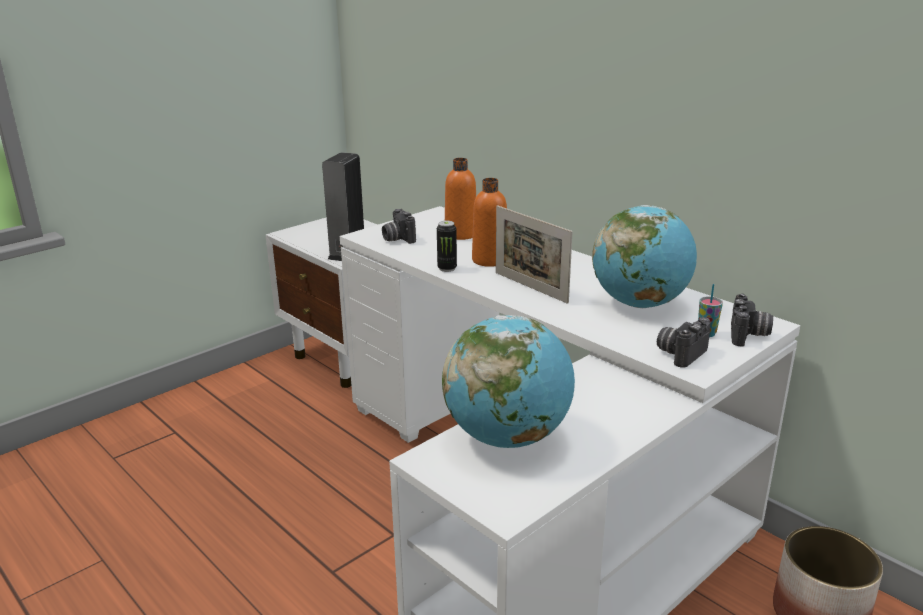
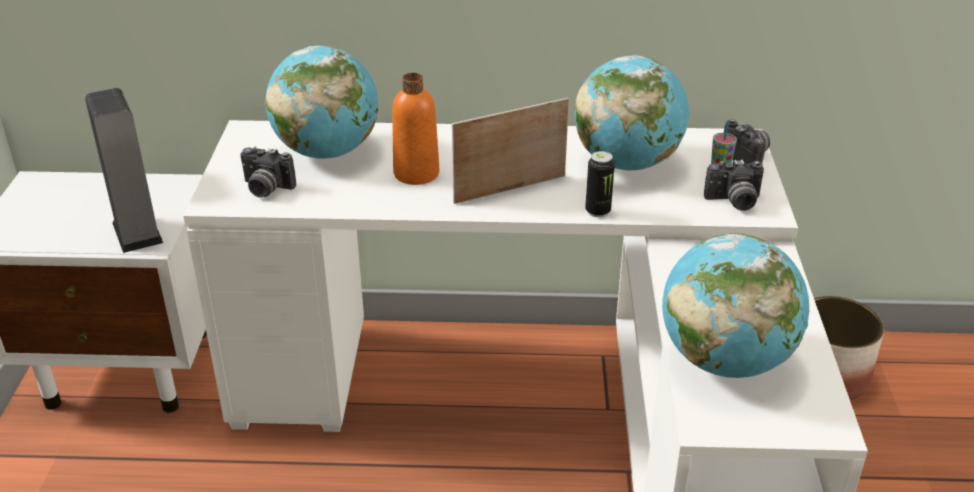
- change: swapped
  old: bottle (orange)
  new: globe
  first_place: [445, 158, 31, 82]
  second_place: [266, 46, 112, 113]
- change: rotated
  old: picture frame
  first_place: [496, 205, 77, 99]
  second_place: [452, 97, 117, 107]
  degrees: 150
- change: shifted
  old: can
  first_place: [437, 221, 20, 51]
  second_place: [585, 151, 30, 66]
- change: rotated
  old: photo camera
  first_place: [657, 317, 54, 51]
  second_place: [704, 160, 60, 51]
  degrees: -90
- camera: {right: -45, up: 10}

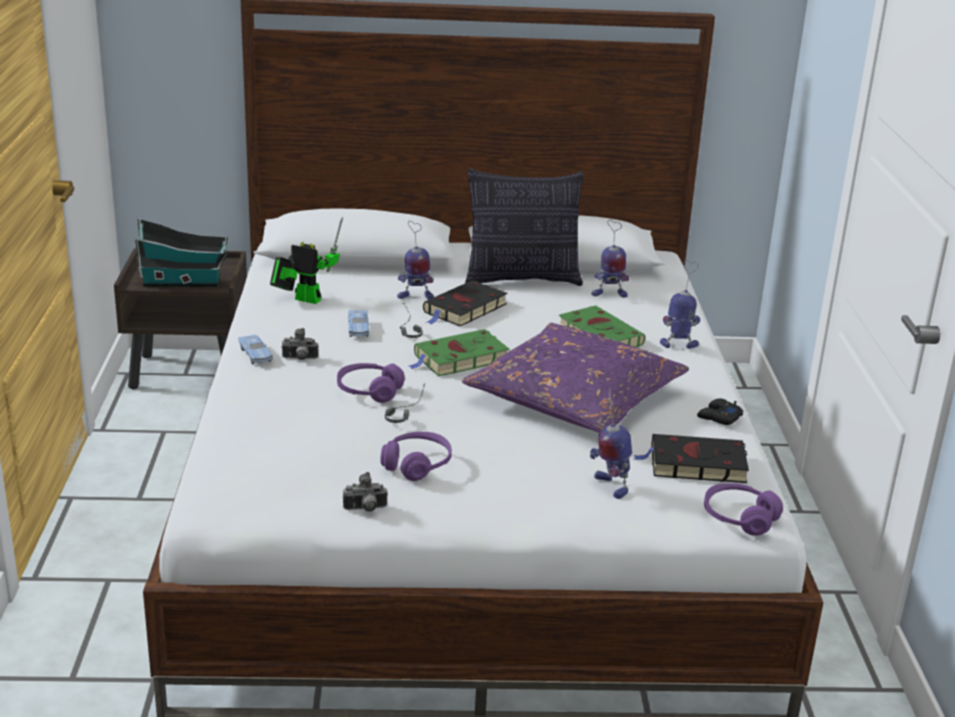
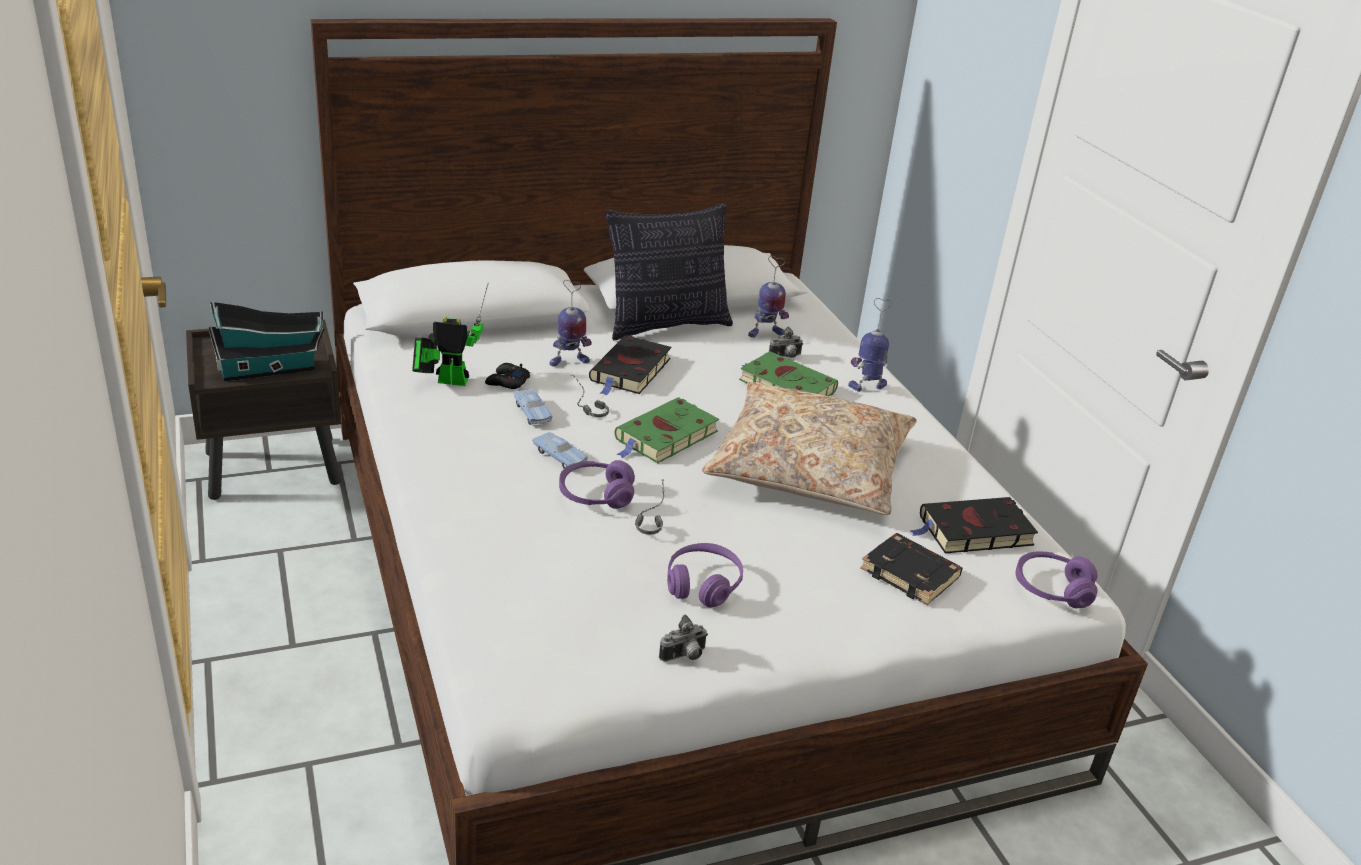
- change: shifted
  old: game controller (black)
  first_place: [697, 398, 47, 27]
  second_place: [485, 363, 45, 26]
- change: shifted
  old: toy car (blue)
  first_place: [238, 334, 35, 30]
  second_place: [532, 432, 56, 37]
- change: repainted
  old: pillow (purple)
  new: pillow (beige)
  first_place: [462, 323, 227, 110]
  second_place: [702, 382, 215, 133]
- change: shifted
  old: photo camera
  first_place: [281, 328, 38, 32]
  second_place: [769, 327, 34, 31]
- change: swapped
  old: toy robot
  new: book (black)
  first_place: [590, 389, 42, 110]
  second_place: [860, 533, 103, 72]
- camera: {right: -20, up: 5}

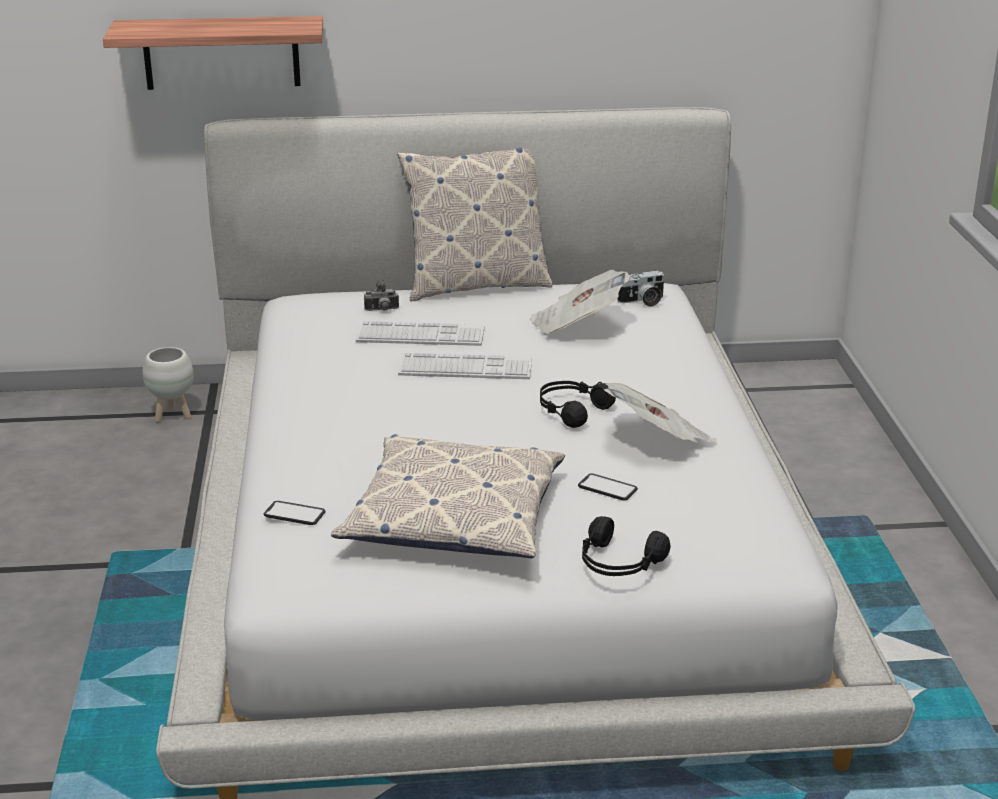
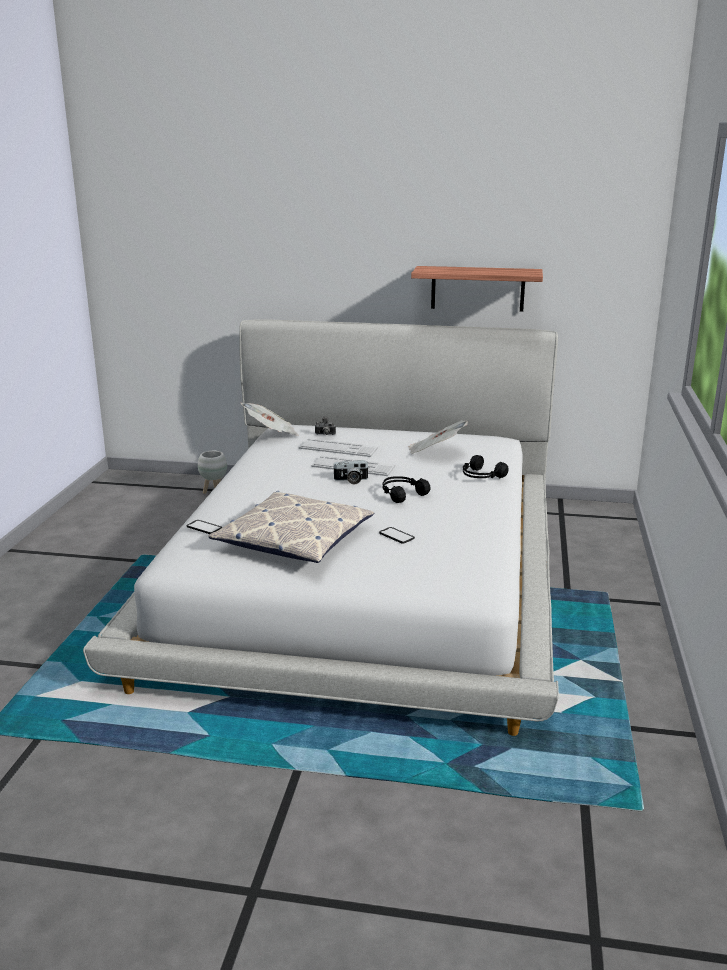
- change: shifted
  old: newspaper
  first_place: [603, 383, 114, 60]
  second_place: [241, 403, 58, 33]
- change: shifted
  old: photo camera
  first_place: [617, 270, 48, 37]
  second_place: [332, 460, 37, 24]
- change: shifted
  old: shelf
  first_place: [103, 16, 220, 74]
  second_place: [411, 266, 132, 46]
- change: shifted
  old: headphones (black)
  first_place: [582, 516, 88, 60]
  second_place: [463, 455, 46, 23]
- change: gone
  old: pillow
  first_place: [397, 147, 155, 154]
- camera: {right: 15, up: -5}

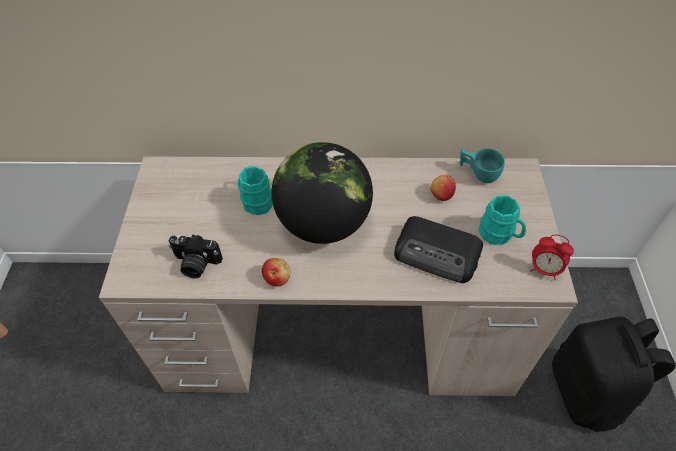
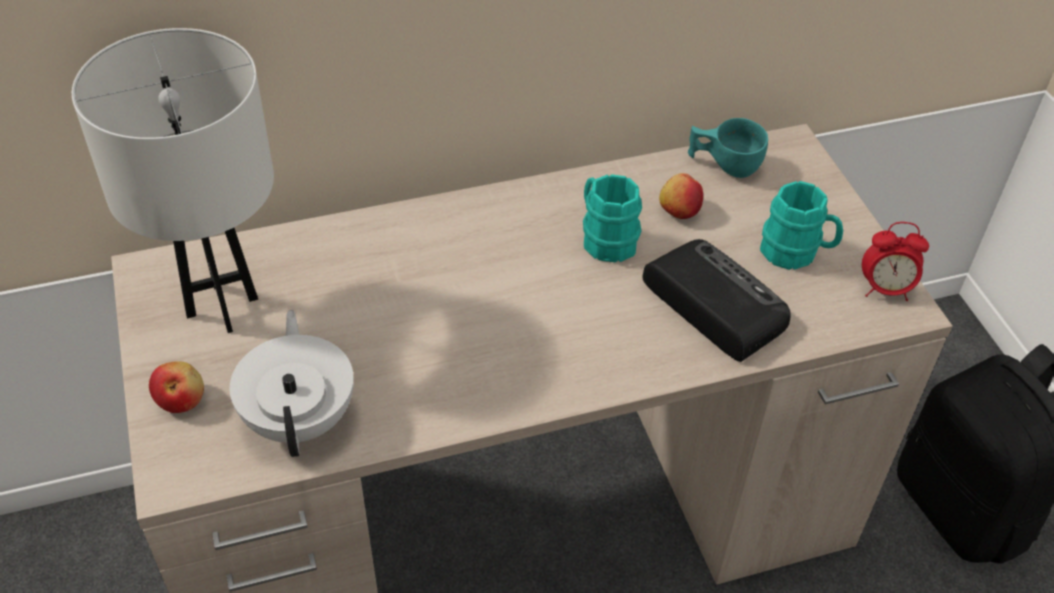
- change: new
  new: table lamp (white)
  second_place: [72, 28, 202, 305]
- change: shifted
  old: apple
  first_place: [262, 258, 28, 29]
  second_place: [149, 361, 55, 52]
- change: swapped
  old: photo camera
  new: teapot (white)
  first_place: [168, 234, 55, 44]
  second_place: [230, 310, 124, 147]
- change: shifted
  old: mug (turquoise)
  first_place: [238, 165, 35, 50]
  second_place: [583, 174, 59, 88]
- change: rotated
  old: radio
  first_place: [394, 216, 89, 67]
  second_place: [642, 239, 149, 123]
  degrees: -135
- change: gone
  old: globe
  first_place: [272, 142, 101, 102]
- camera: {right: -20, up: -5}

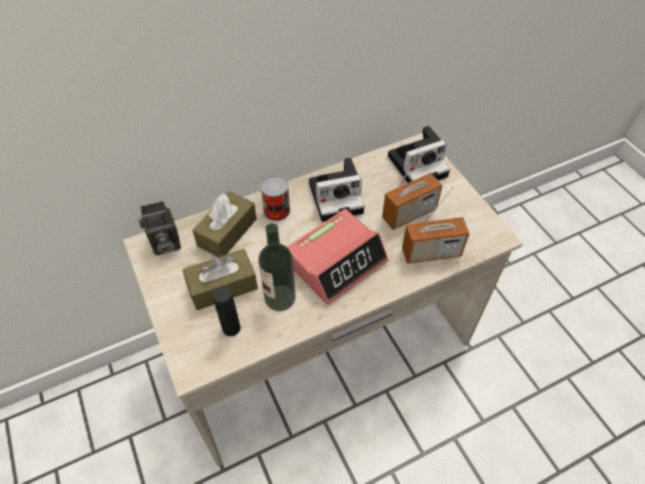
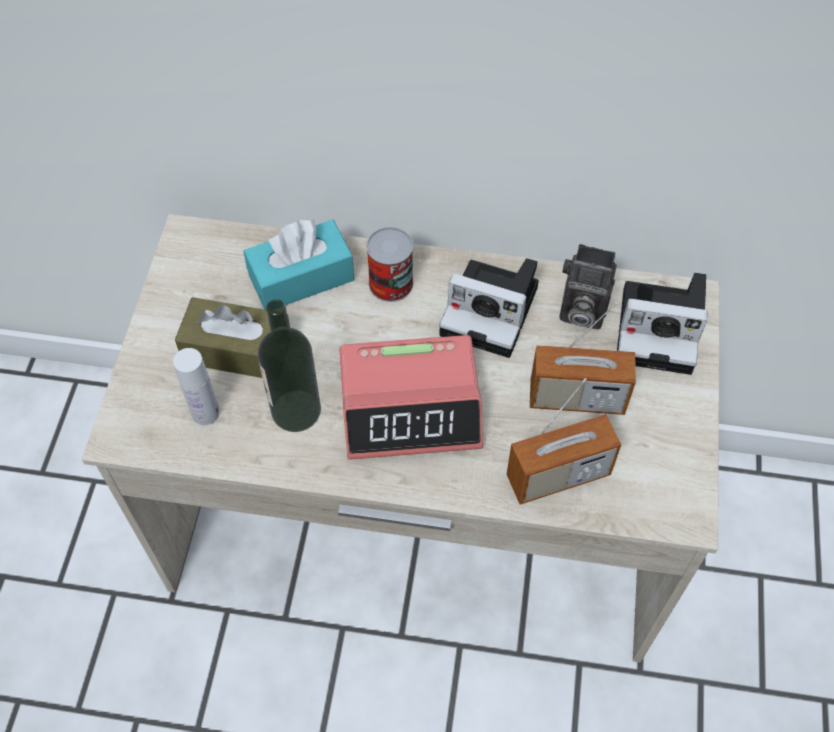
- change: repainted
  old: bottle (black)
  new: bottle (white)
  first_place: [213, 286, 27, 50]
  second_place: [173, 348, 47, 77]
- change: repainted
  old: tissue box (brown)
  new: tissue box (turquoise)
  first_place: [192, 191, 65, 66]
  second_place: [244, 218, 110, 92]
- change: rotated
  old: radio
  first_place: [402, 187, 67, 77]
  second_place: [507, 378, 114, 127]
  degrees: -45
- change: shifted
  old: photo camera
  first_place: [139, 201, 42, 54]
  second_place: [560, 244, 57, 86]
- camera: {right: 35, up: 5}

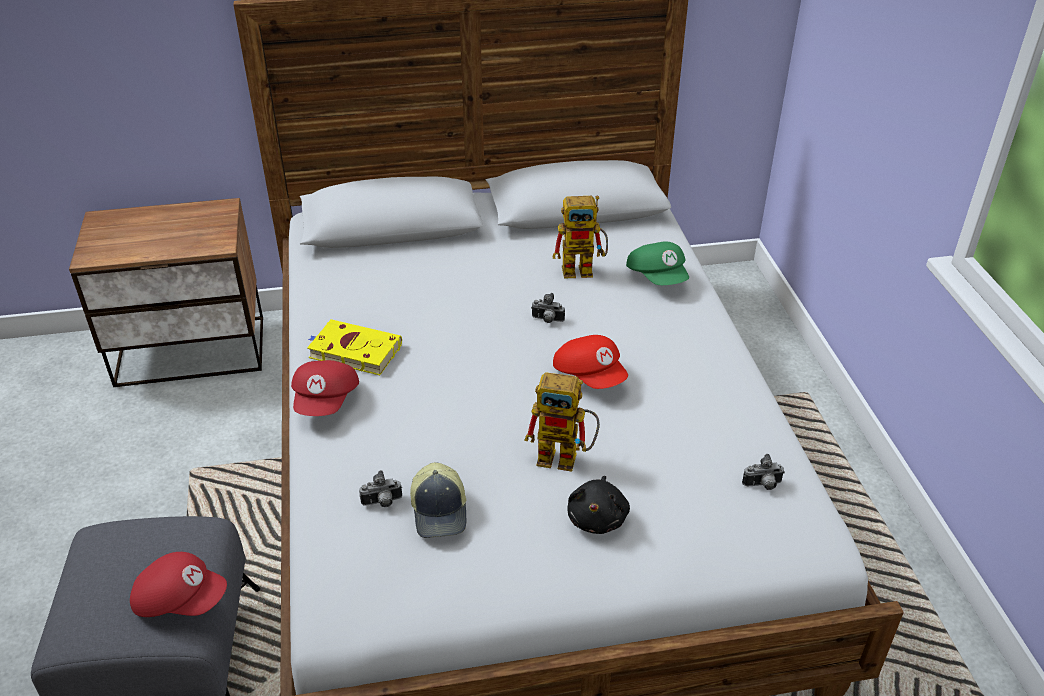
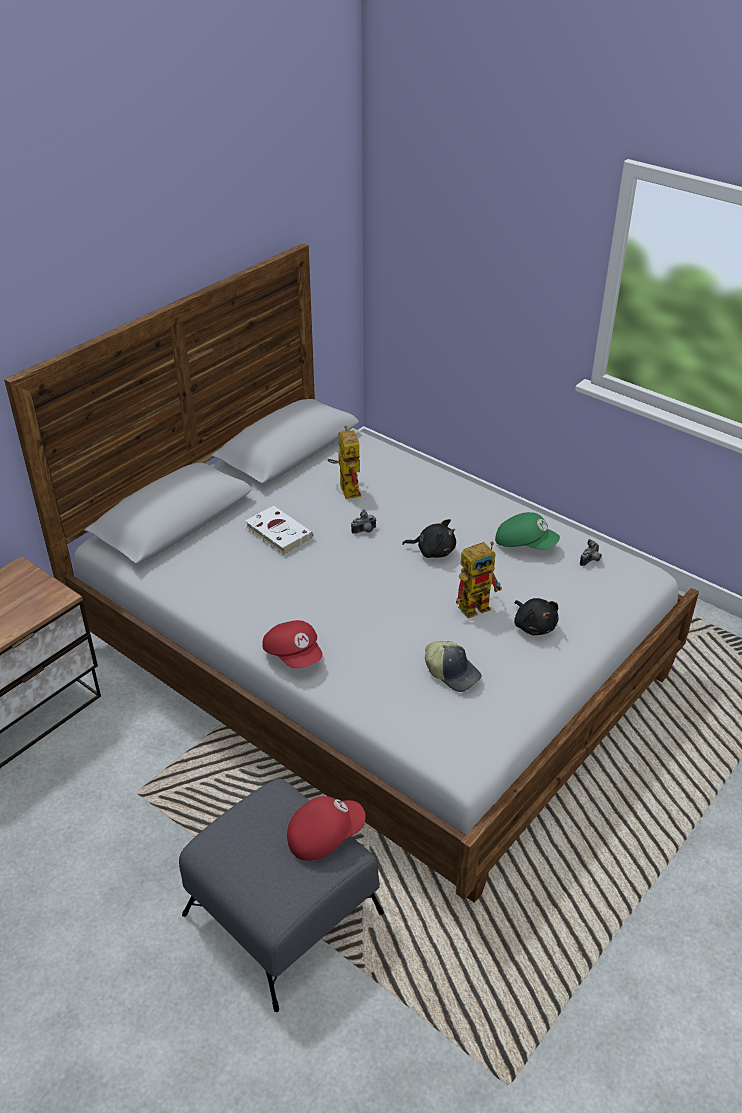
- change: new
  new: book (white)
  second_place: [245, 506, 68, 49]
- change: rotated
  old: toy robot
  first_place: [553, 196, 55, 83]
  second_place: [327, 426, 34, 73]
  degrees: -60
- change: swapped
  old: cap (red)
  new: plush toy (black)
  first_place: [553, 335, 75, 54]
  second_place: [402, 519, 54, 39]
- change: shifted
  old: cap (green)
  first_place: [626, 241, 63, 44]
  second_place: [495, 512, 65, 38]
- change: gone
  old: book (yellow)
  first_place: [307, 319, 95, 56]
- change: gone
  old: photo camera
  first_place: [359, 470, 43, 37]
- camera: {right: -40, up: 0}

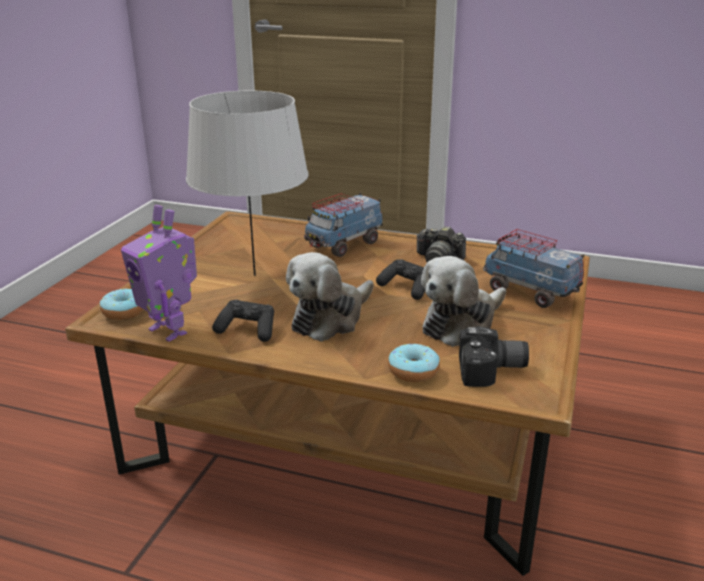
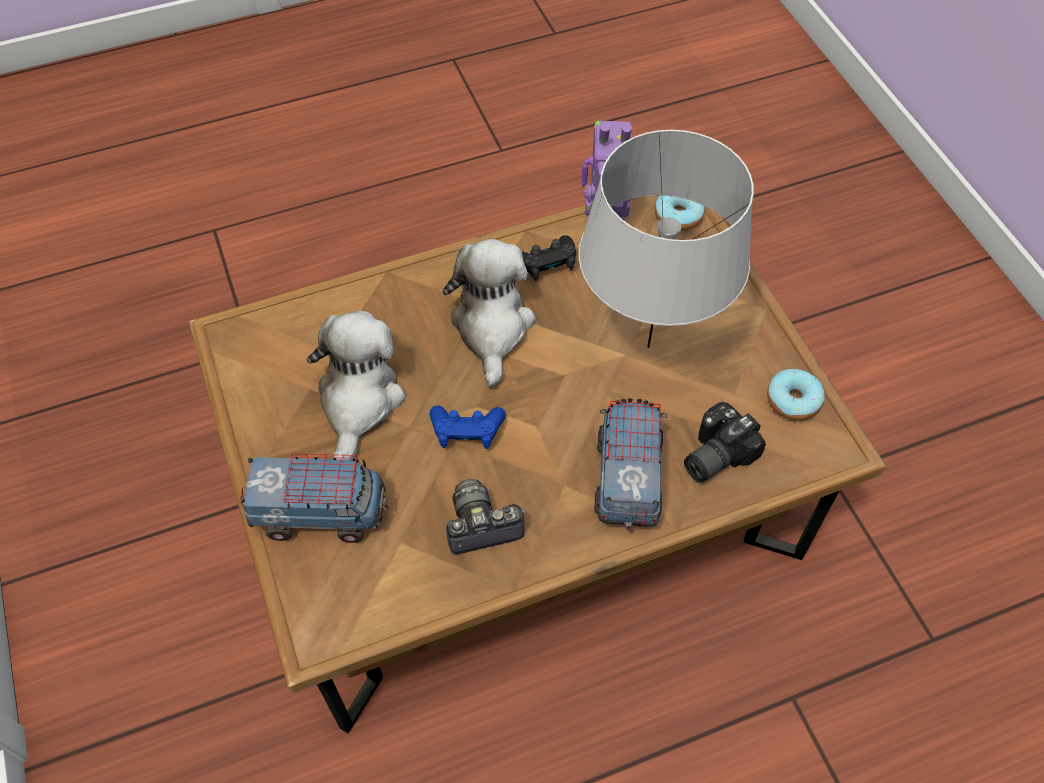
- change: repainted
  old: game controller (black)
  new: game controller (blue)
  first_place: [376, 259, 49, 41]
  second_place: [430, 405, 76, 44]
- change: shifted
  old: photo camera
  first_place: [459, 326, 70, 61]
  second_place: [684, 402, 82, 81]
- change: shifted
  old: donut
  first_place: [388, 344, 52, 38]
  second_place: [767, 369, 58, 52]
- camera: {right: 140, up: 30}

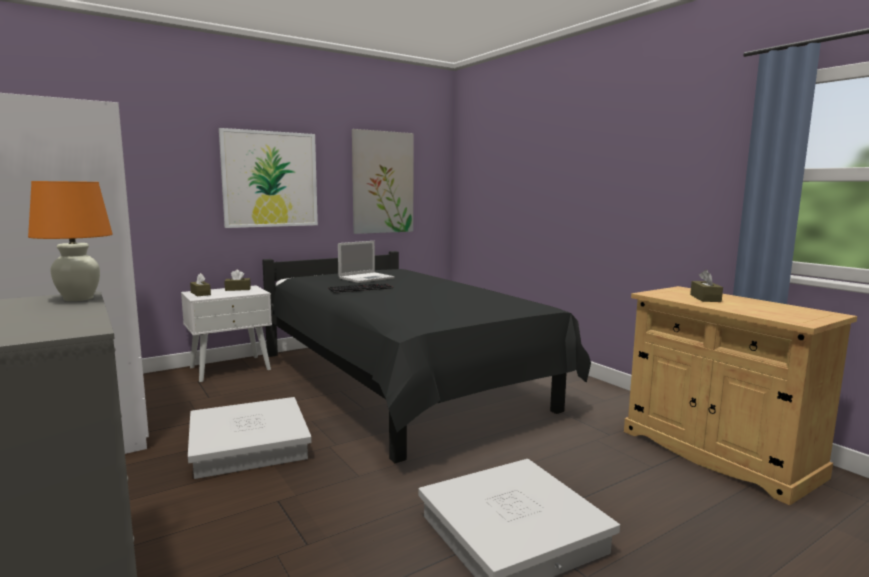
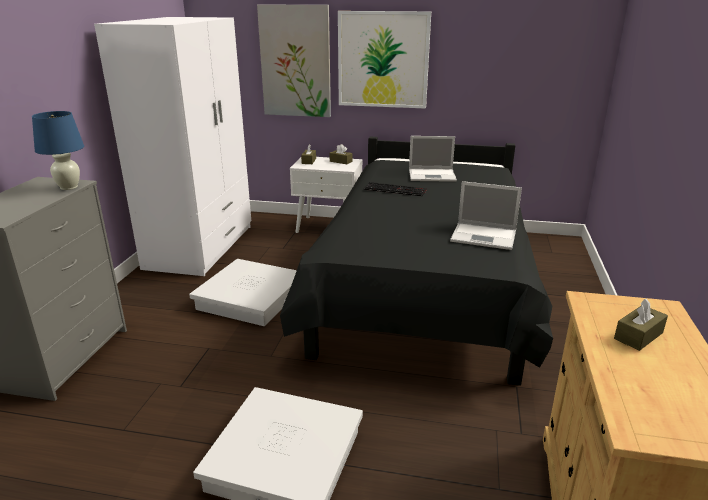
- change: repainted
  old: table lamp (orange)
  new: table lamp (blue)
  first_place: [28, 181, 85, 120]
  second_place: [32, 111, 52, 79]
- change: shifted
  old: picture
  first_place: [352, 129, 62, 105]
  second_place: [257, 4, 74, 113]
- change: new
  new: laptop
  second_place: [450, 181, 72, 69]
- camera: {right: 45, up: 15}

